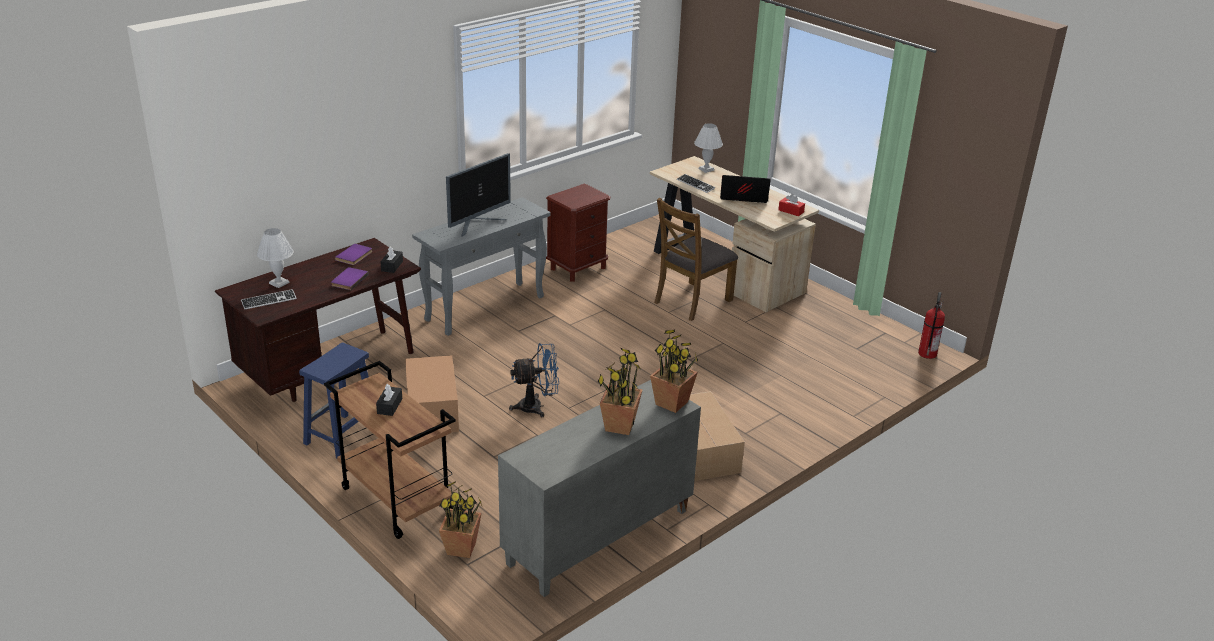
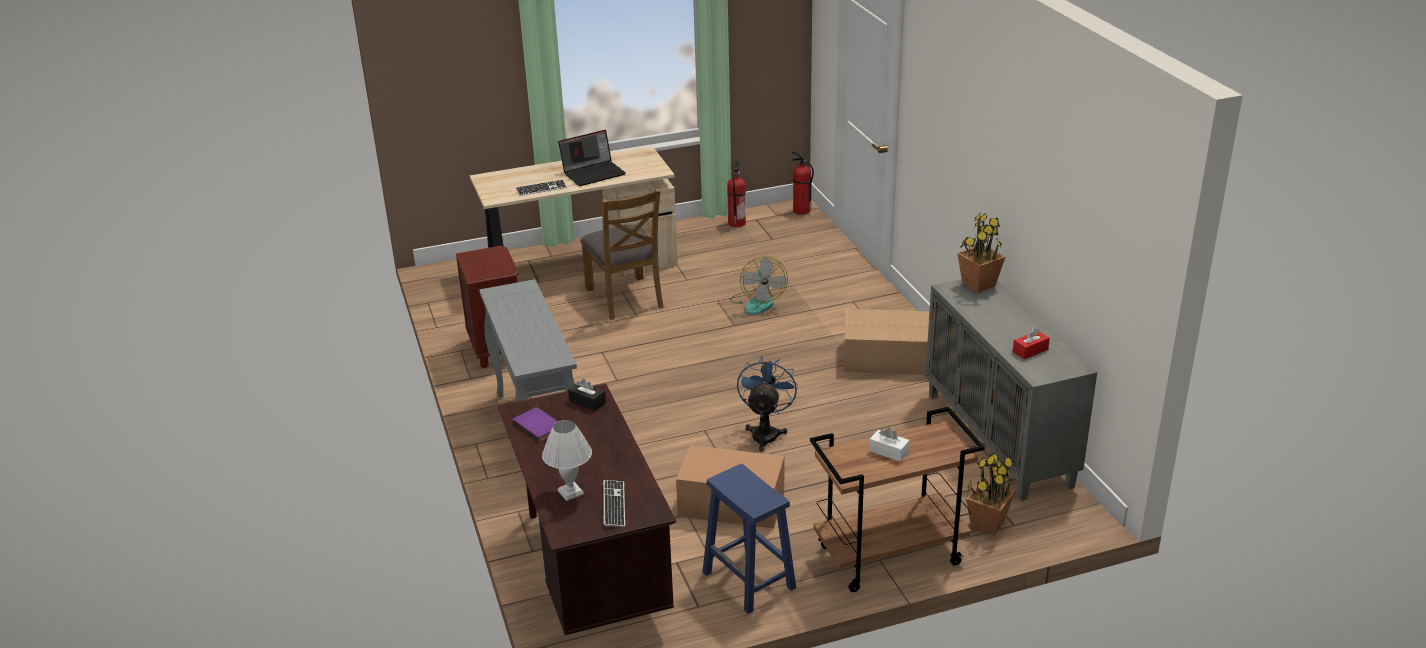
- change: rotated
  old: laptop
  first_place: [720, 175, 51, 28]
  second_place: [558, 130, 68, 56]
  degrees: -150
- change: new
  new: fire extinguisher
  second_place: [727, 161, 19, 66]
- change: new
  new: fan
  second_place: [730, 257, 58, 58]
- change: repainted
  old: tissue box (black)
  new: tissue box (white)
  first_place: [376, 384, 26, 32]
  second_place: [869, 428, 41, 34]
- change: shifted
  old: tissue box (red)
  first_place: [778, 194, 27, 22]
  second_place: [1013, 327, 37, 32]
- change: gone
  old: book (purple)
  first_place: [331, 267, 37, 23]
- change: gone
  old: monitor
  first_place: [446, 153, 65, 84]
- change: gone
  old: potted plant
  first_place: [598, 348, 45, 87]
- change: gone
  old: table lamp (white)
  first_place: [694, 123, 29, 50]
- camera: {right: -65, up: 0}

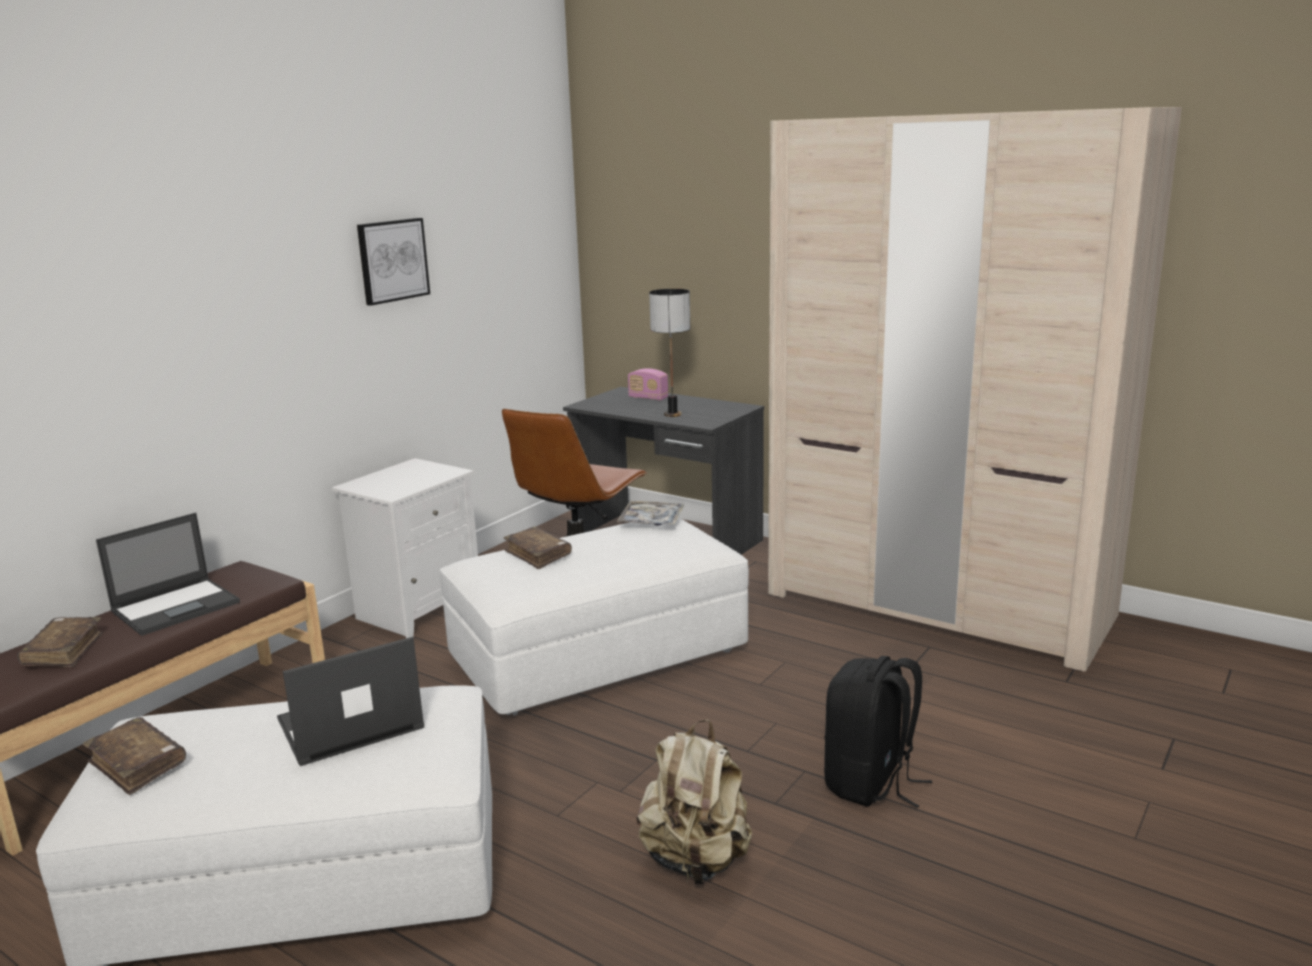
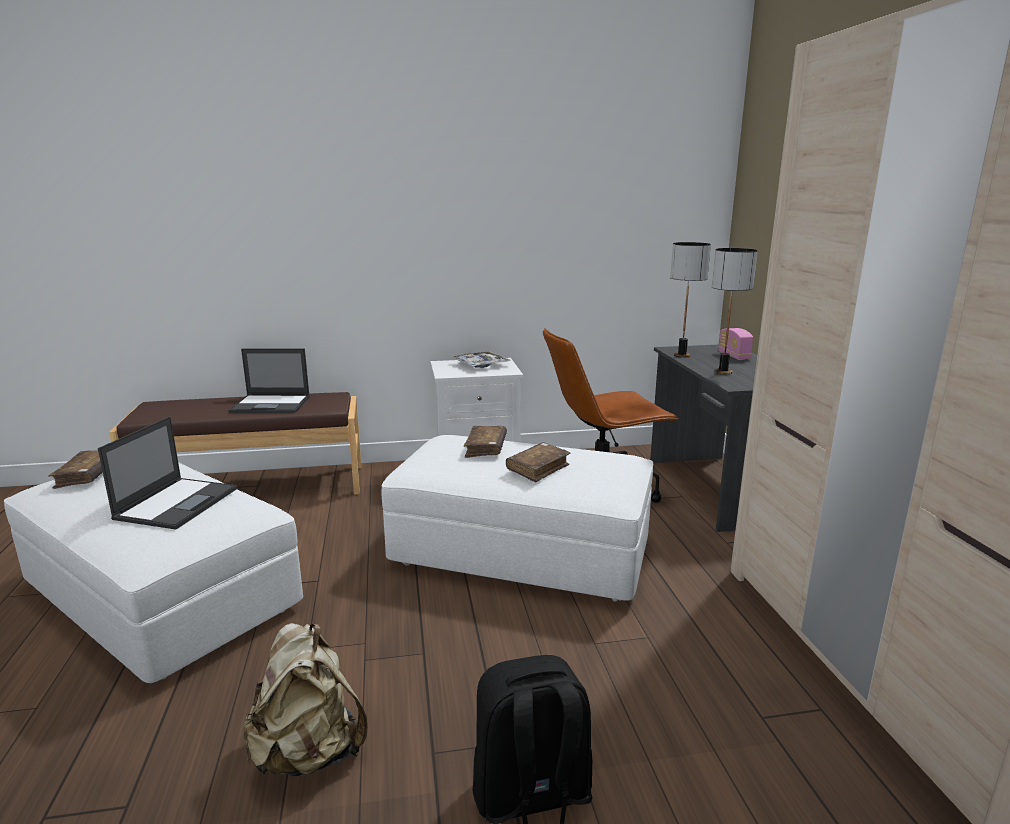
- change: rotated
  old: laptop
  first_place: [277, 637, 147, 129]
  second_place: [98, 416, 139, 114]
  degrees: 90
- change: shifted
  old: tray
  first_place: [617, 501, 68, 24]
  second_place: [452, 351, 58, 17]
- change: shifted
  old: book (brown)
  first_place: [17, 617, 86, 50]
  second_place: [506, 443, 64, 39]
- change: new
  new: table lamp
  second_place: [670, 242, 41, 116]
- change: gone
  old: picture
  first_place: [357, 218, 73, 88]
- camera: {right: 45, up: 0}

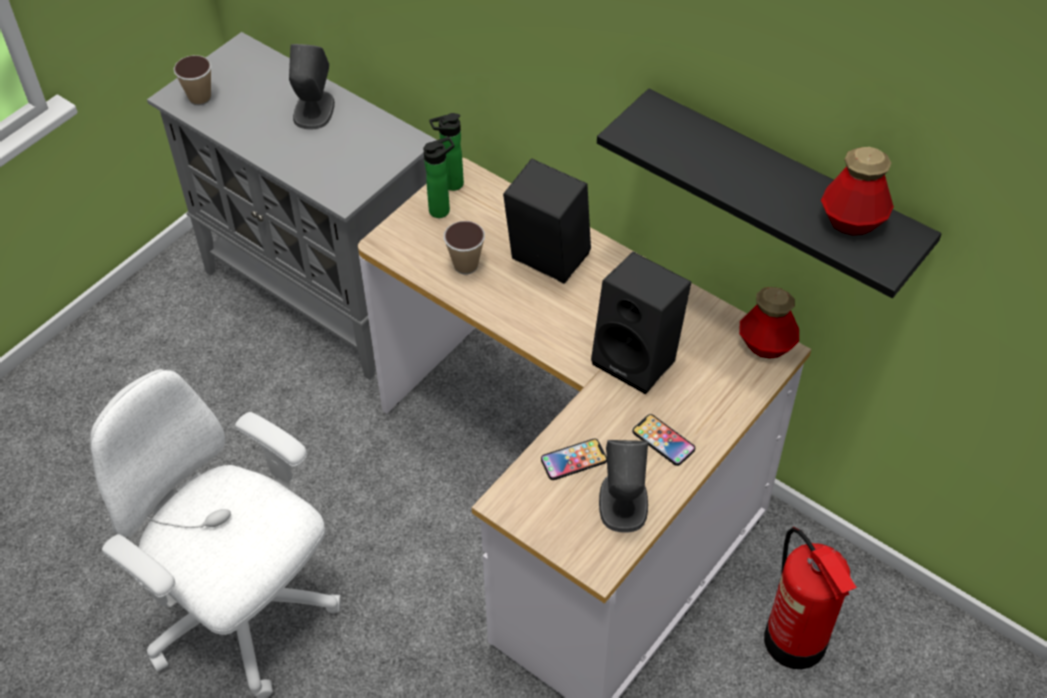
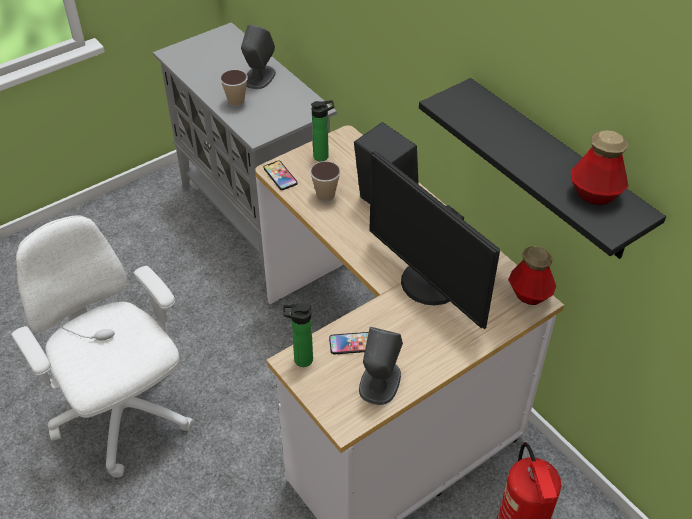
- change: shifted
  old: cup
  first_place: [174, 55, 38, 51]
  second_place: [220, 70, 28, 37]
- change: shifted
  old: phone
  first_place: [632, 414, 63, 52]
  second_place: [264, 161, 34, 29]
- change: shifted
  old: bottle
  first_place: [429, 113, 35, 78]
  second_place: [283, 303, 30, 64]
- change: swapped
  old: speaker (black)
  new: monitor
  first_place: [591, 252, 100, 142]
  second_place: [369, 151, 131, 178]
- camera: {right: 15, up: -5}

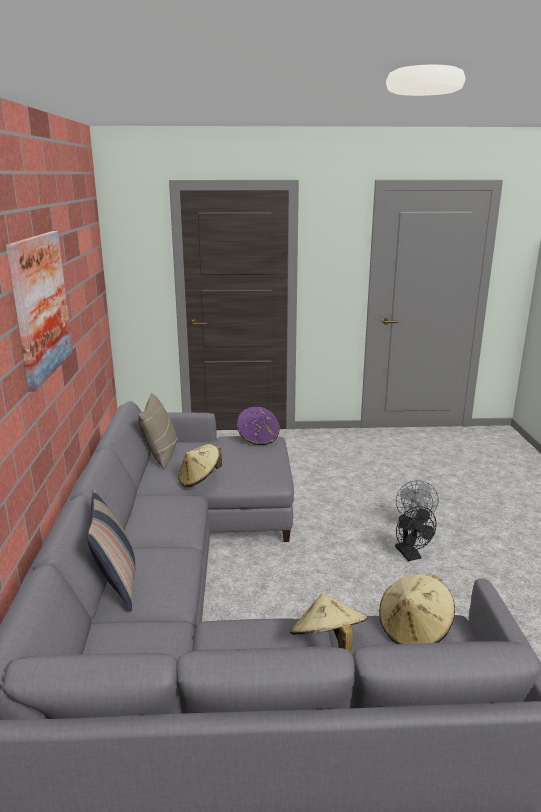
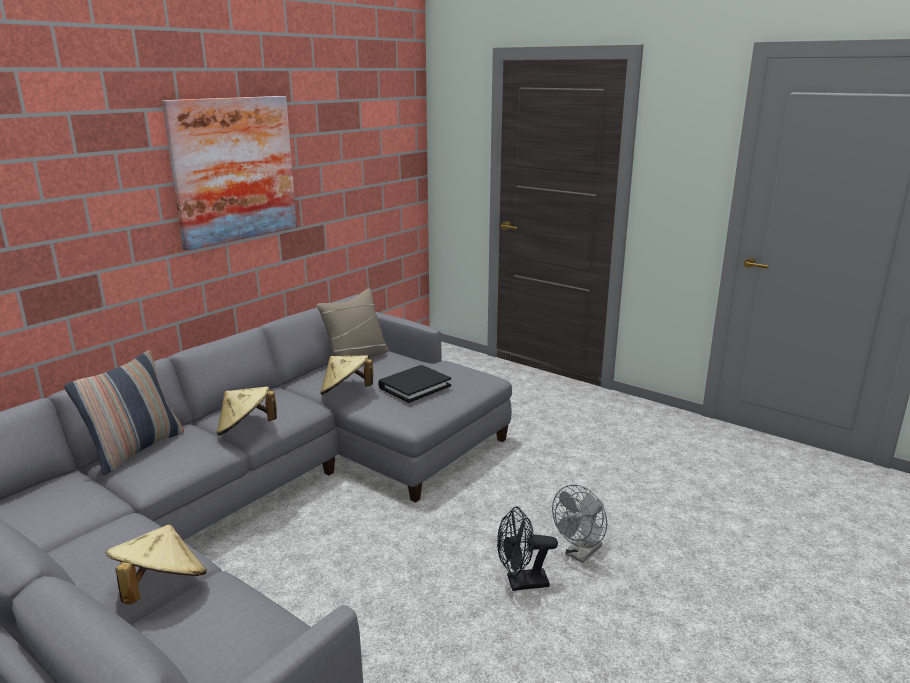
- change: shifted
  old: hat (beige)
  first_place: [379, 574, 76, 70]
  second_place: [216, 386, 61, 50]
- change: new
  new: book (black)
  second_place: [378, 365, 73, 38]
- change: rotated
  old: fan (black)
  first_place: [395, 506, 42, 55]
  second_place: [497, 506, 61, 85]
  degrees: 60
- change: gone
  old: hat (purple)
  first_place: [237, 407, 43, 38]
- camera: {right: 40, up: 0}

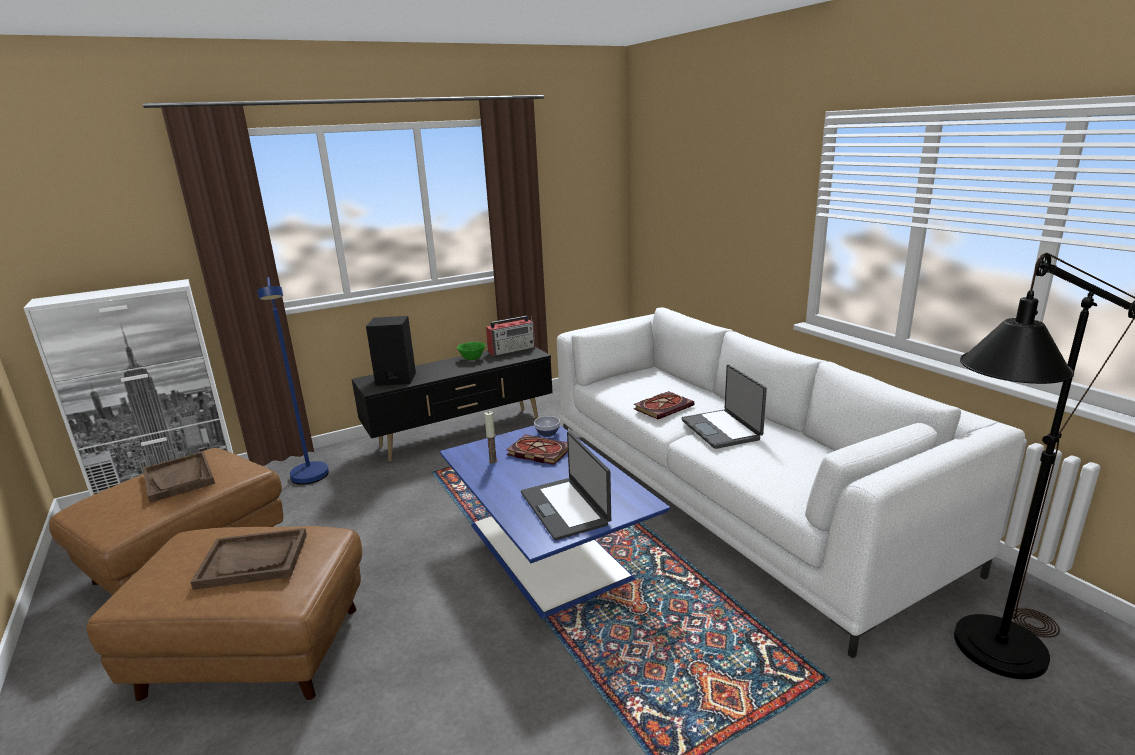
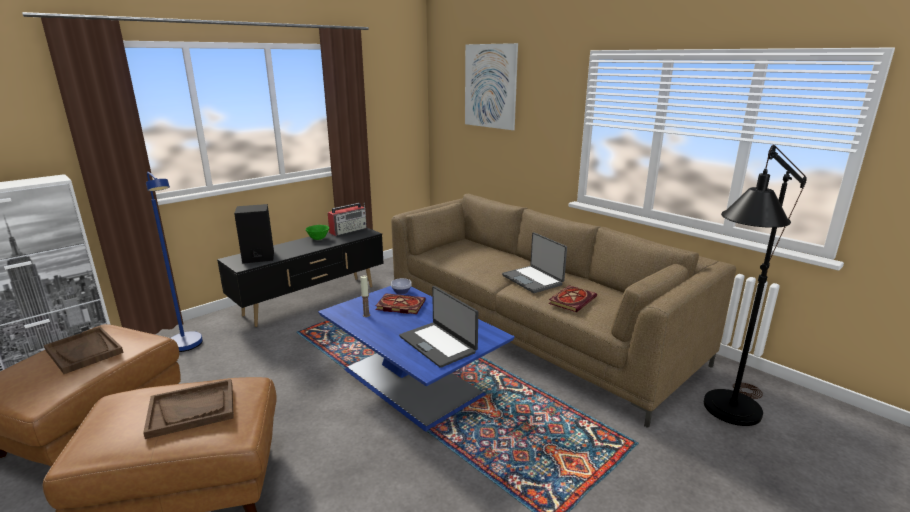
- change: repainted
  old: sofa (white)
  new: sofa (brown)
  first_place: [557, 307, 468, 351]
  second_place: [391, 194, 345, 234]
- change: new
  new: picture
  second_place: [465, 43, 53, 87]
- change: shifted
  old: book
  first_place: [633, 391, 62, 28]
  second_place: [549, 285, 48, 27]
- camera: {right: -15, up: 0}

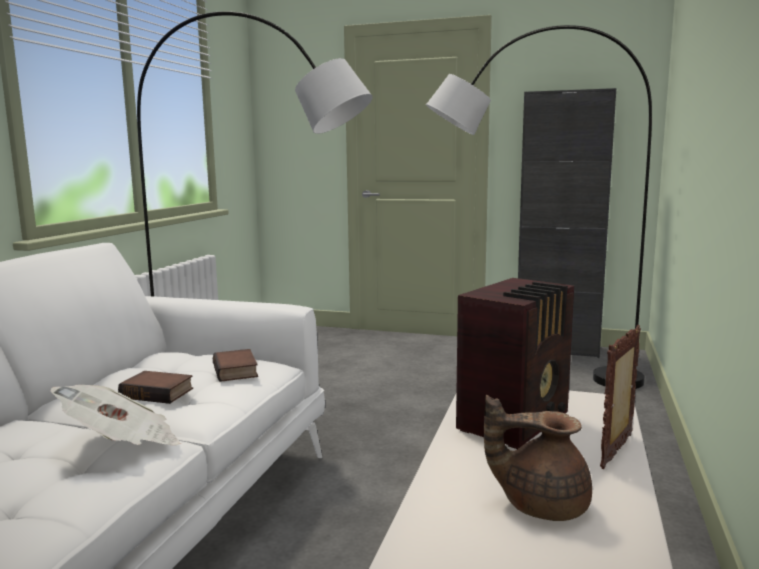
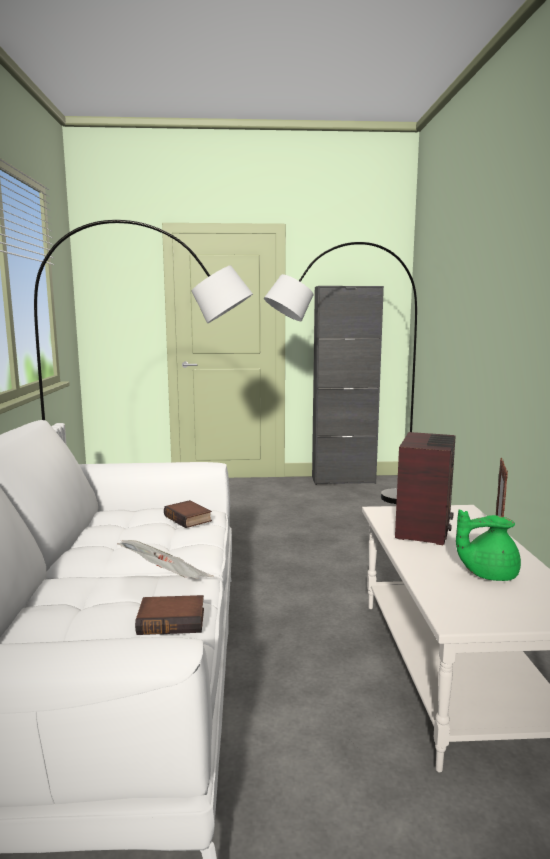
- change: shifted
  old: book
  first_place: [118, 371, 75, 33]
  second_place: [135, 595, 69, 40]
- change: repainted
  old: teapot (brown)
  new: teapot (green)
  first_place: [484, 395, 108, 126]
  second_place: [456, 510, 65, 71]
- camera: {right: -20, up: 0}

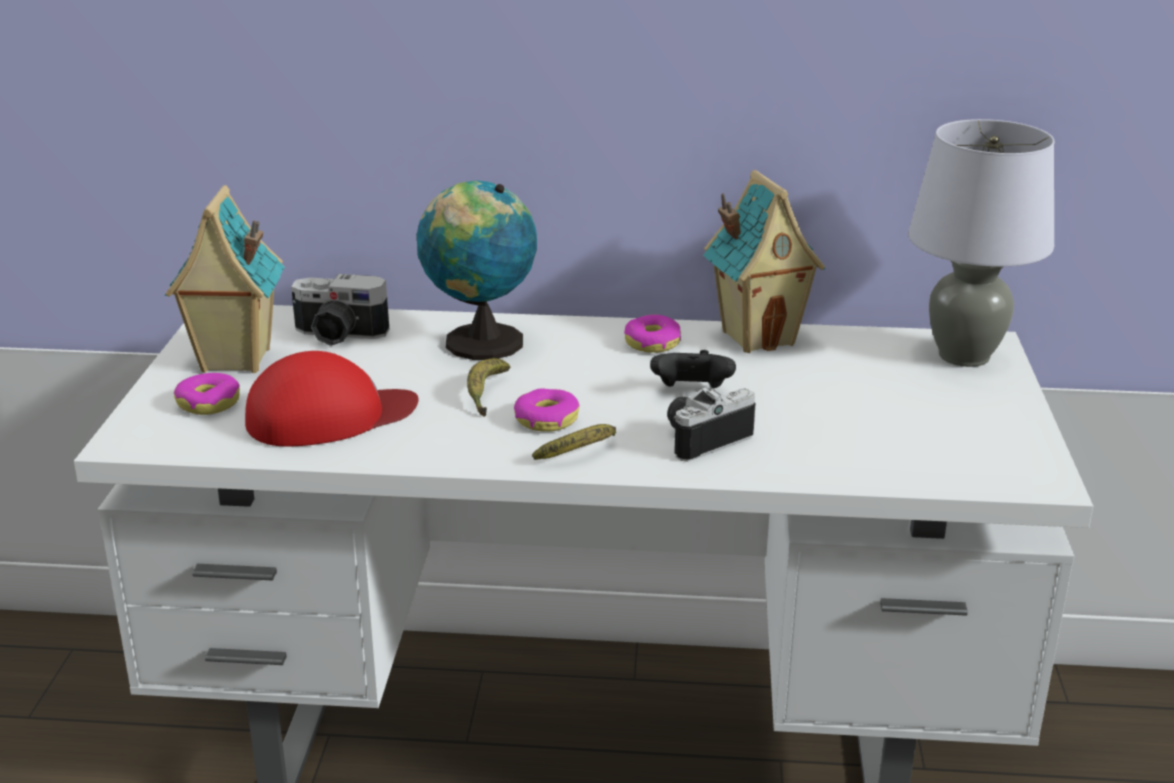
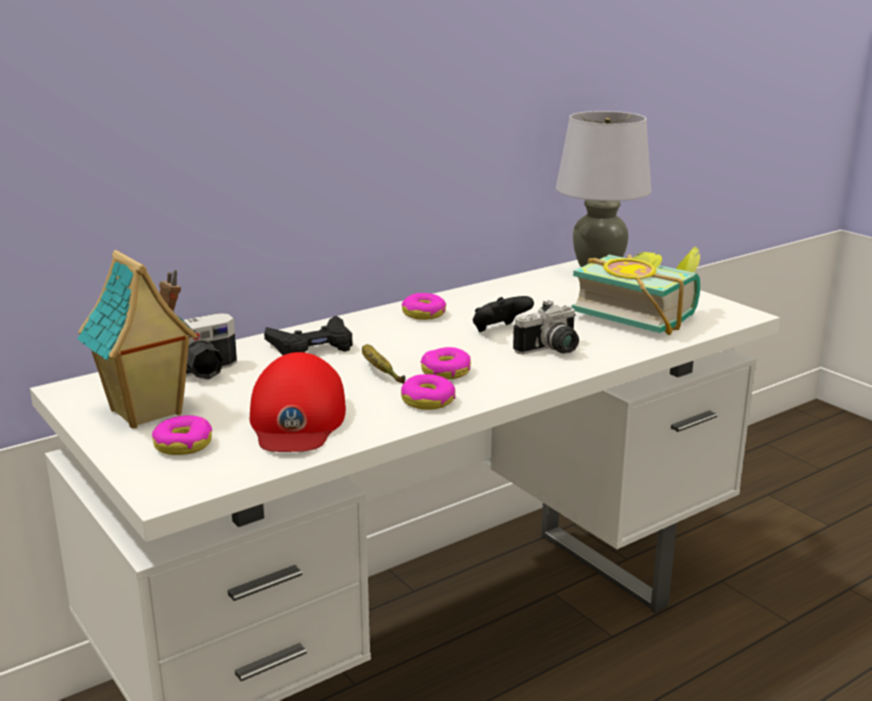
- change: rotated
  old: cap (red)
  first_place: [245, 351, 174, 95]
  second_place: [250, 352, 96, 100]
  degrees: 150
- change: swapped
  old: globe
  new: game controller (black)
  first_place: [417, 180, 120, 180]
  second_place: [264, 316, 89, 39]
- change: new
  new: donut
  second_place: [401, 374, 54, 36]
- change: rotated
  old: photo camera
  first_place: [667, 387, 89, 75]
  second_place: [513, 300, 66, 55]
  degrees: -135
- change: new
  new: book
  second_place: [572, 247, 128, 88]
- change: gone
  old: banana
  first_place: [532, 424, 84, 36]
- change: gone
  old: toy house
  first_place: [703, 170, 122, 183]
- camera: {right: -40, up: -5}

